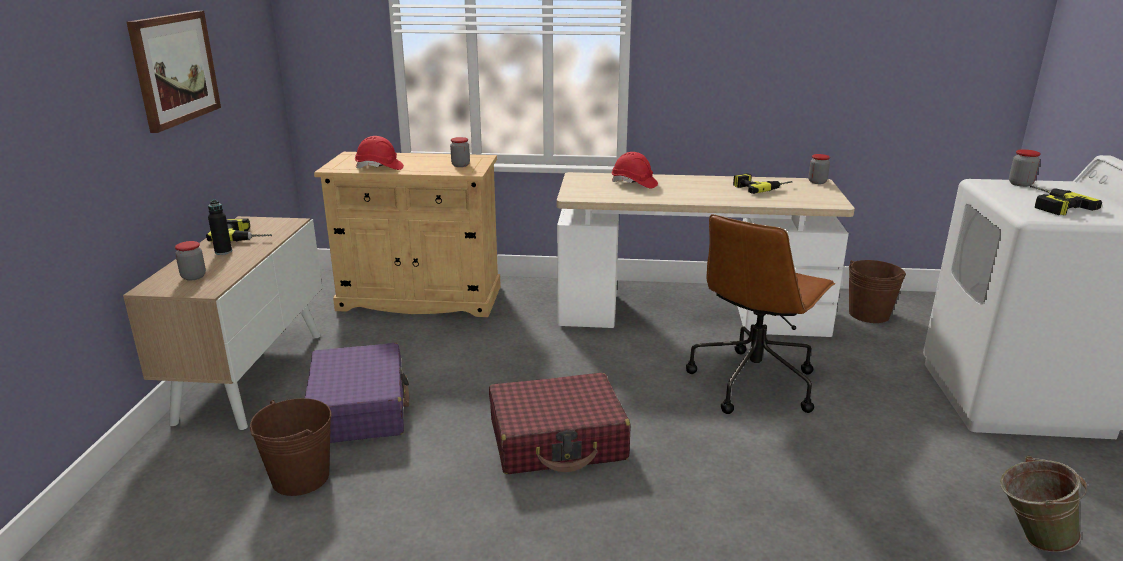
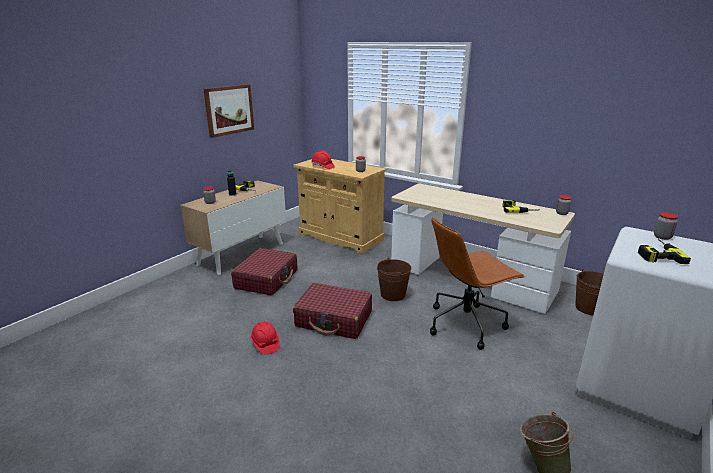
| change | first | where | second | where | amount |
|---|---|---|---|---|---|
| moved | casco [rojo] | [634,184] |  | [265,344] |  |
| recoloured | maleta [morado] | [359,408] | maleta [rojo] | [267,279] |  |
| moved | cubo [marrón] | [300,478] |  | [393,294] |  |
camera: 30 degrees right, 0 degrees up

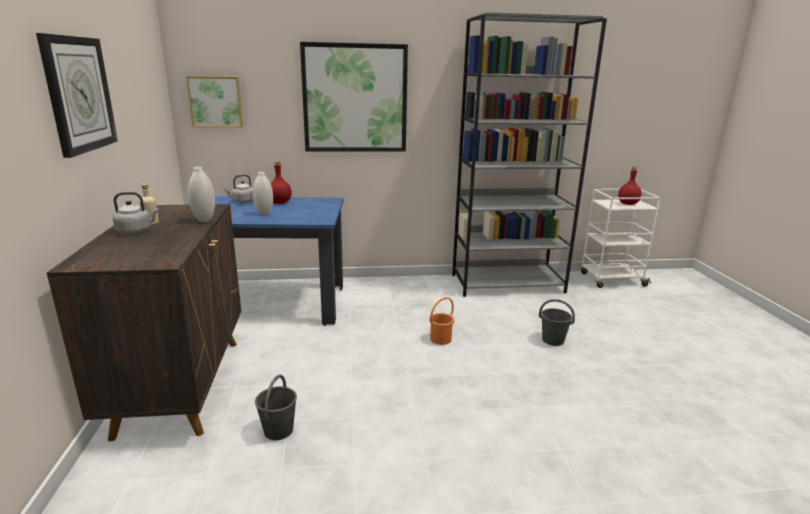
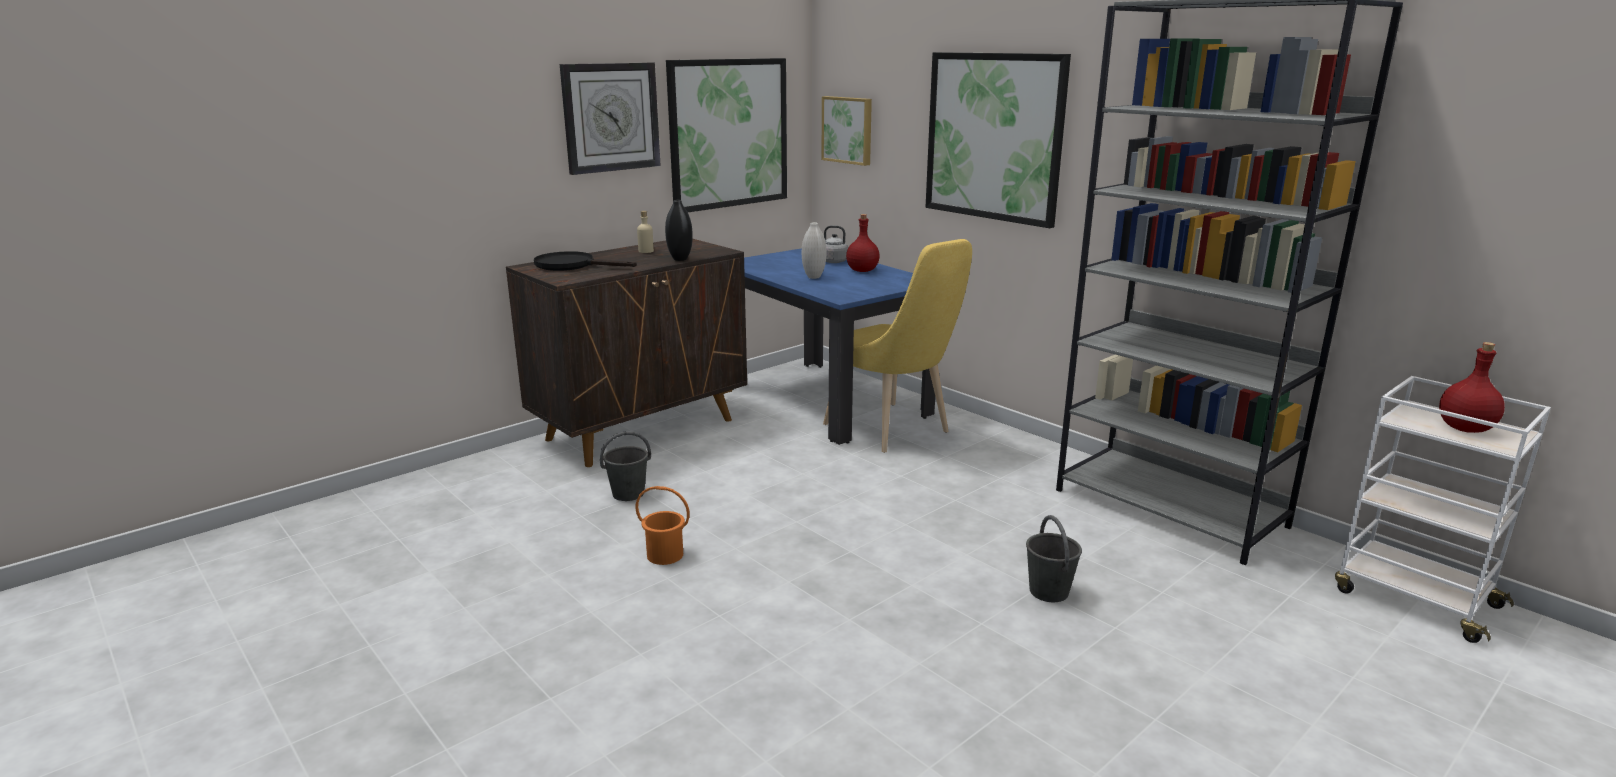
| change | first | where | second | where | amount |
|---|---|---|---|---|---|
| recoloured | florero [blanco] | [204,220] | florero [negro] | [680,259] |  |
| removed | hervidor [gris] | [136,231] |  |  |  |
| moved | cubo [naranja] | [440,339] |  | [665,555] |  |
| added |  |  | cuadro | [728,134] |  |
| added |  |  | silla [amarillo] | [892,431] |  |
| added |  |  | sartén [negro] | [572,265] |  |
camera: 55 degrees right, 0 degrees up

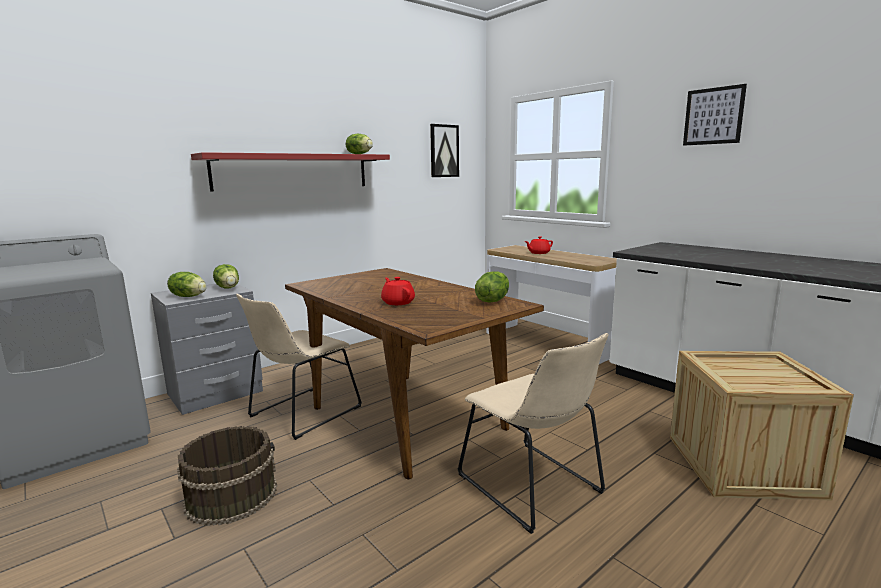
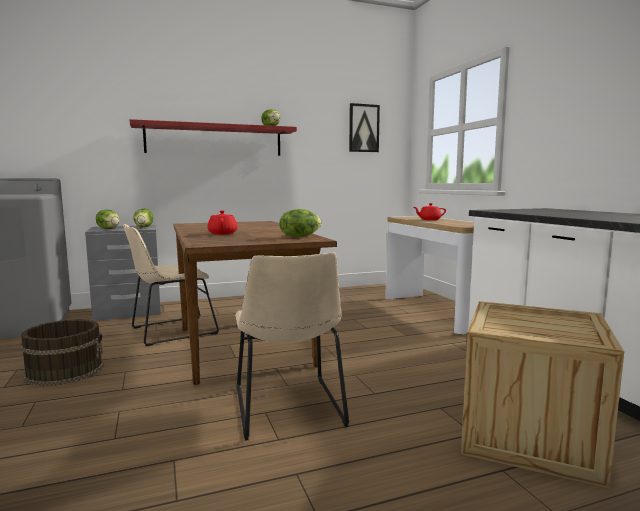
| change | first | where | second | where | amount |
|---|---|---|---|---|---|
| removed | cuadro | [713,116] |  |  |  |
camera: 20 degrees right, 5 degrees down

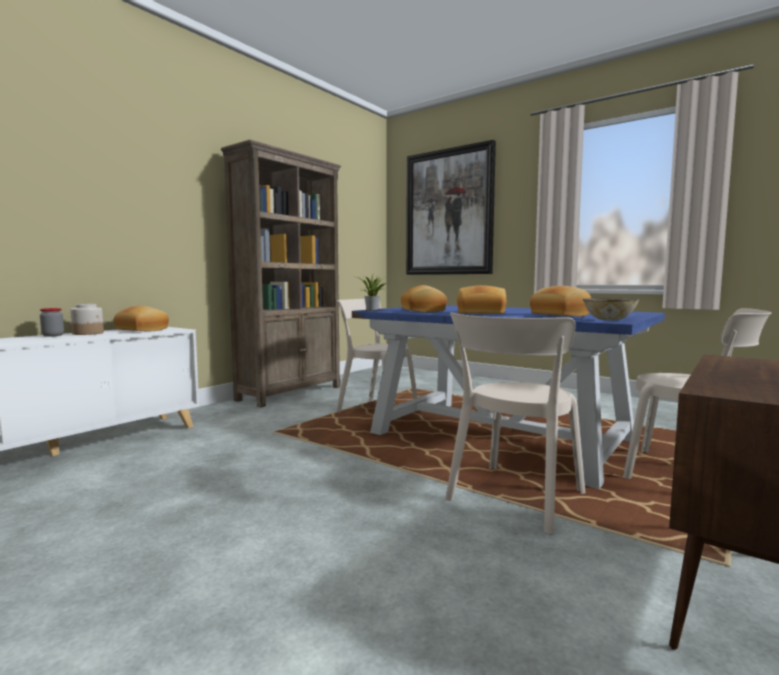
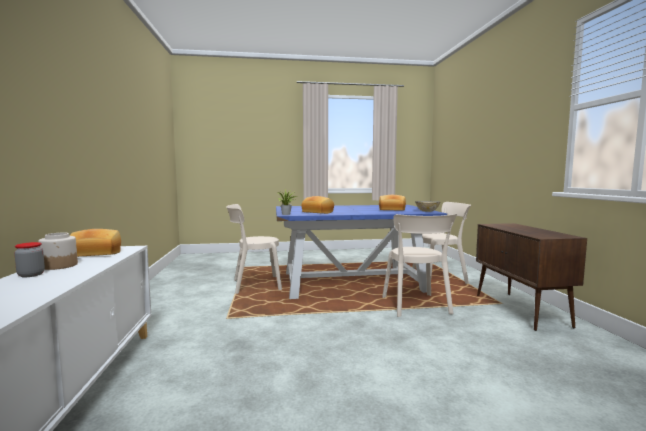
| change | first | where | second | where | amount |
|---|---|---|---|---|---|
| removed | estantería [marrón] | [291,393] |  |  |  |
| removed | cuadro | [449,212] |  |  |  |
| removed | pan | [481,313] |  |  |  |
camera: 45 degrees left, 0 degrees up

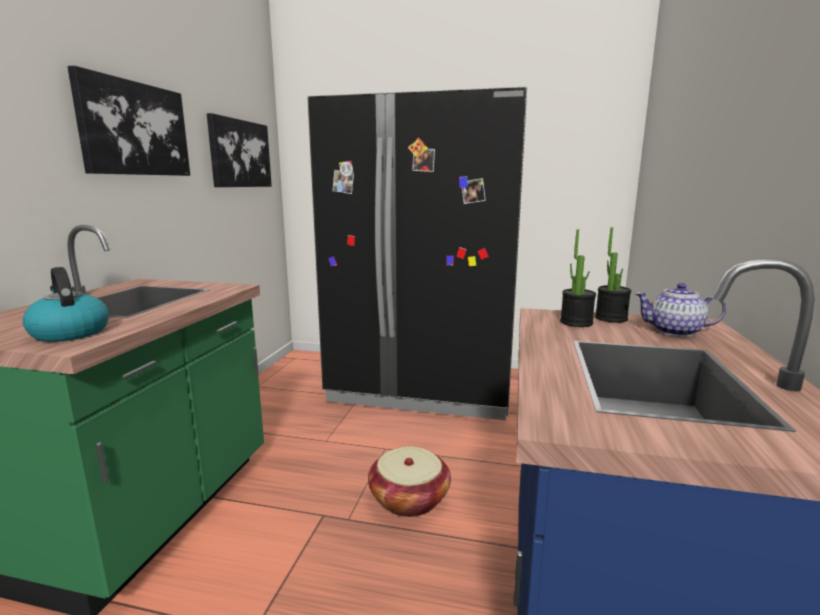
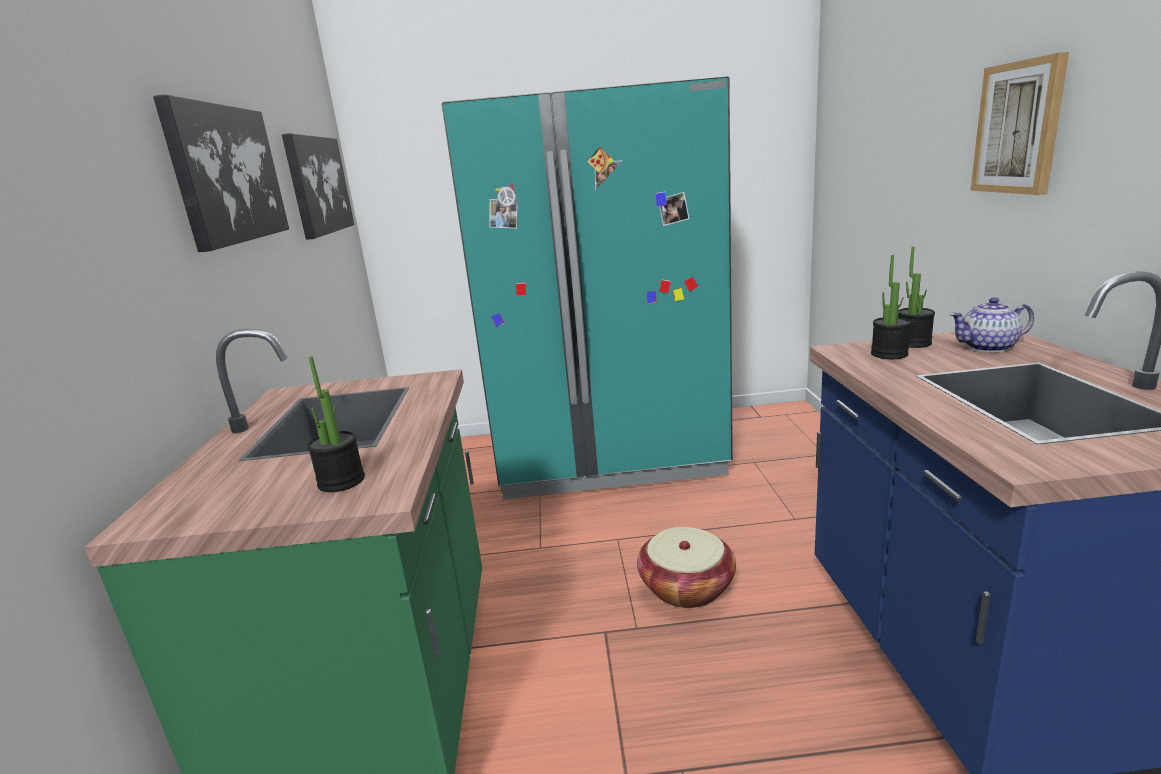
| change | first | where | second | where | amount |
|---|---|---|---|---|---|
| recoloured | nevera [negro] | [425,385] | nevera [turquesa] | [608,454] |  |
| replaced | hervidor | [69,333] | planta en maceta | [341,481] |  |
| added |  |  | cuadro | [1019,128] |  |
camera: 15 degrees left, 5 degrees up

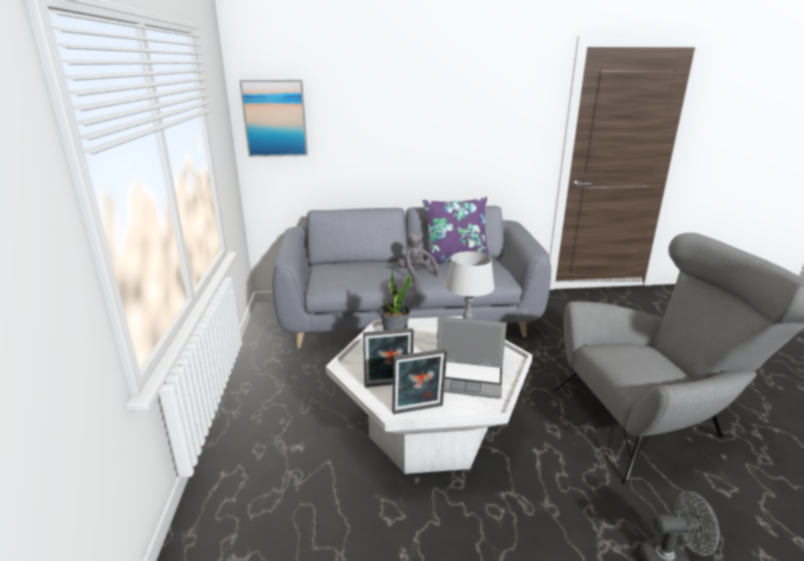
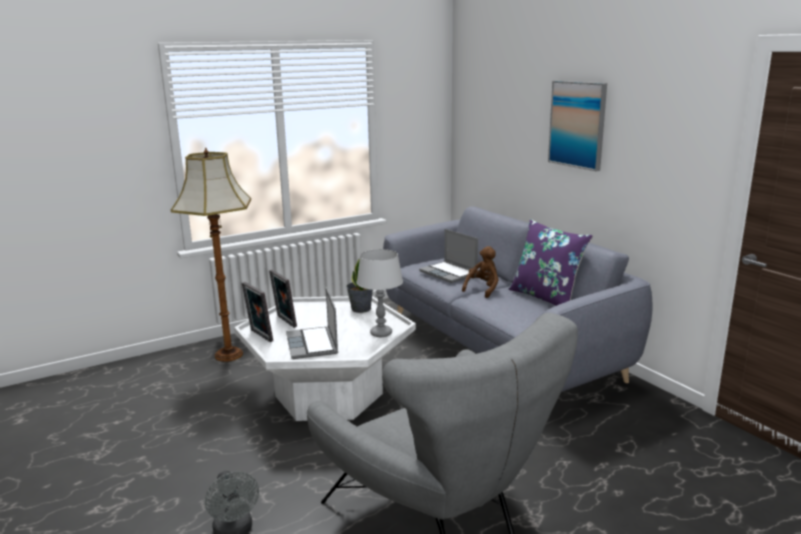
| change | first | where | second | where | amount |
|---|---|---|---|---|---|
| moved | cuadro | [275,118] |  | [577,124] |  |
| recoloured | peluche [gris] | [416,273] | peluche [marrón] | [483,289] |  |
| added |  |  | lámpara de pie | [229,354] |  |
| added |  |  | portátil | [449,273] |  |
camera: 65 degrees right, 5 degrees down

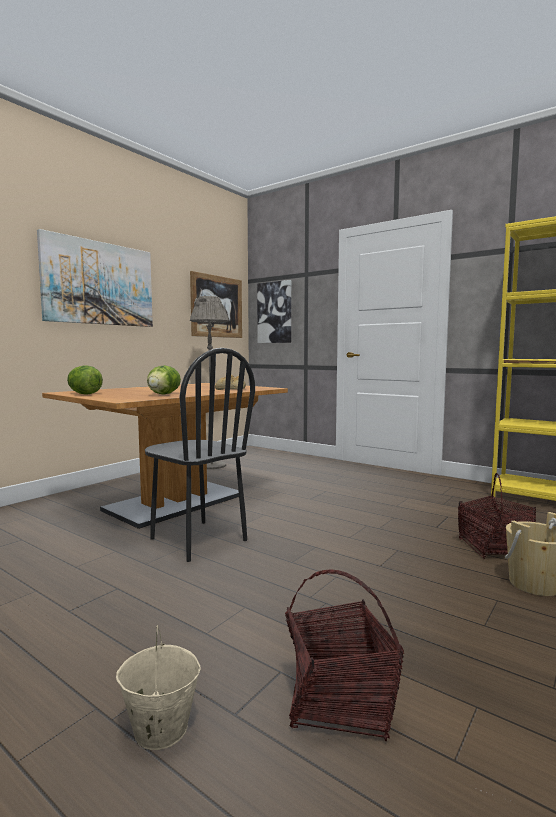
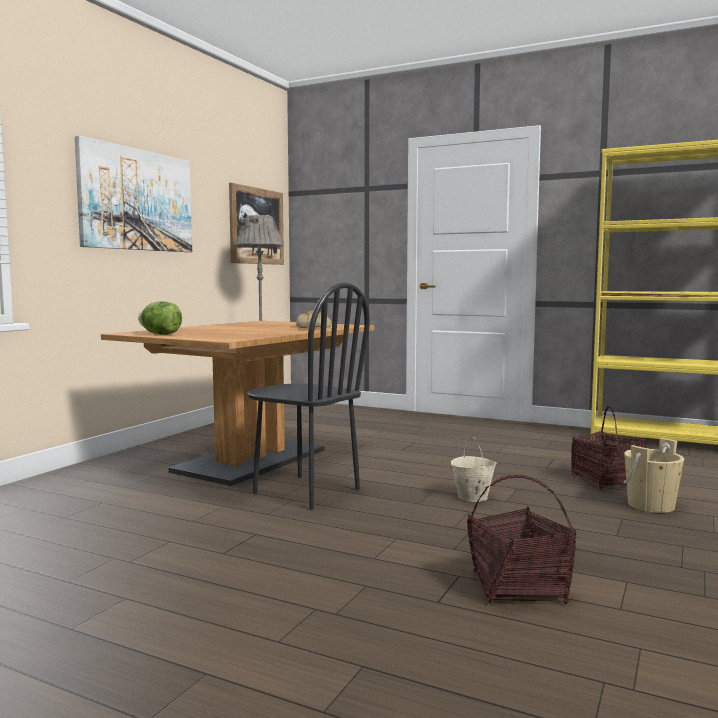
| change | first | where | second | where | amount |
|---|---|---|---|---|---|
| removed | cuadro | [275,312] |  |  |  |
| removed | lechuga | [163,394] |  |  |  |
| moved | cubo [beis] | [160,729] |  | [472,497] |  |
camera: 10 degrees left, 0 degrees up

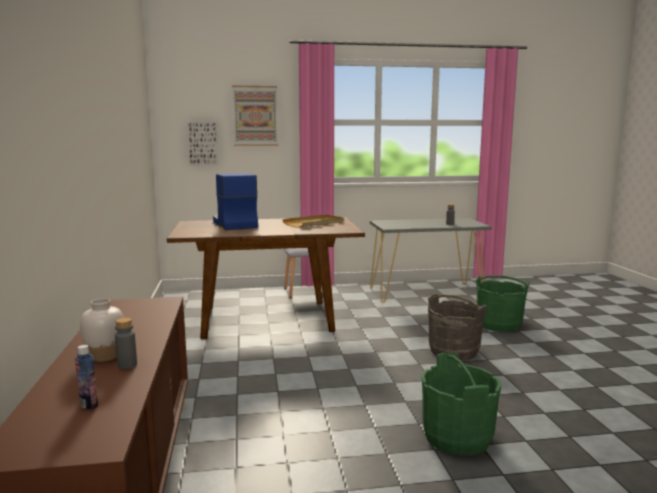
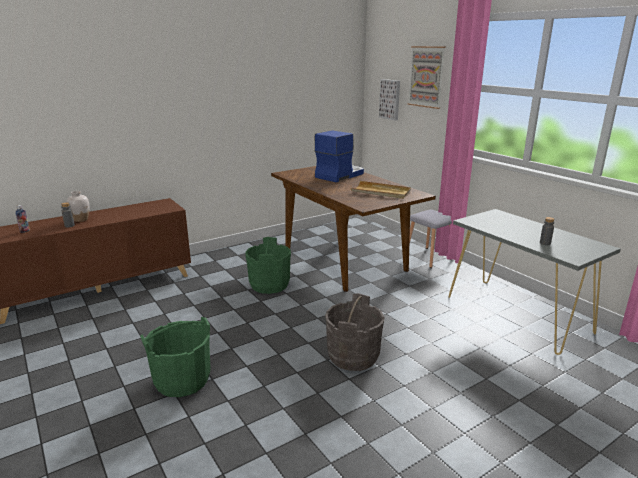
| change | first | where | second | where | amount |
|---|---|---|---|---|---|
| moved | cubo [verde] | [499,325] |  | [269,285] |  |
camera: 65 degrees right, 10 degrees up

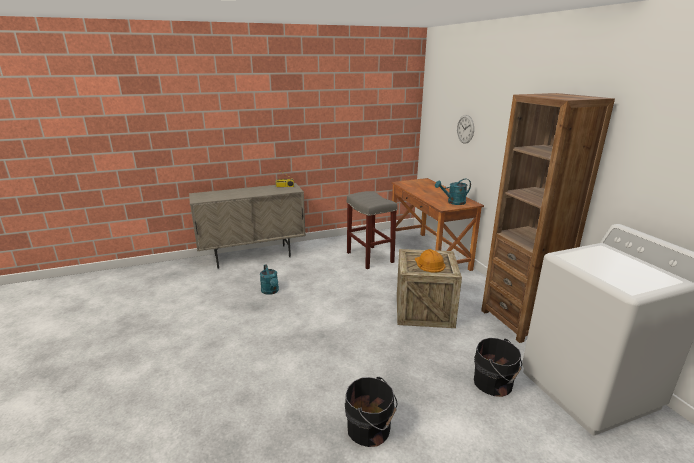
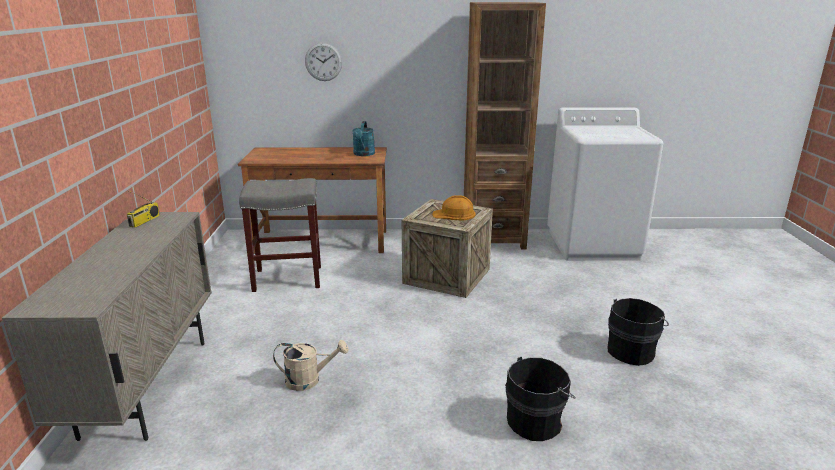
| change | first | where | second | where | amount |
|---|---|---|---|---|---|
| recoloured | regadera [turquesa] | [271,291] | regadera [beis] | [309,380] |  |
| moved | cubo [negro] | [494,383] |  | [536,421] |  |
camera: 70 degrees left, 0 degrees up

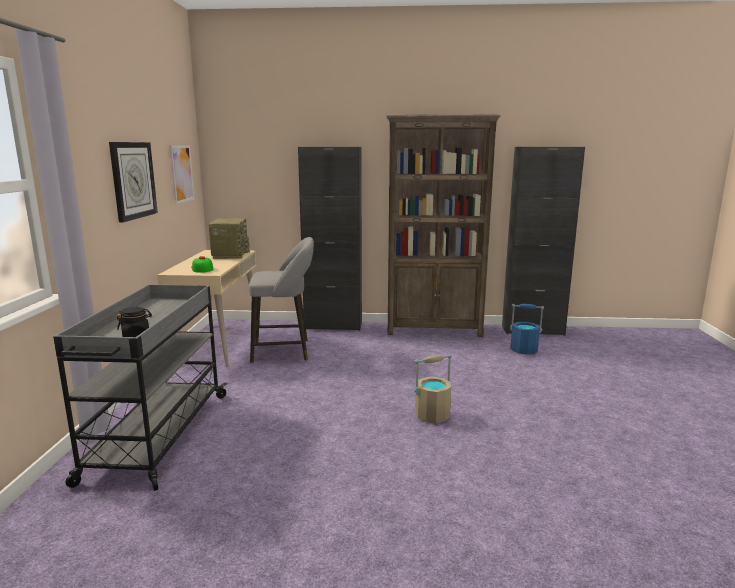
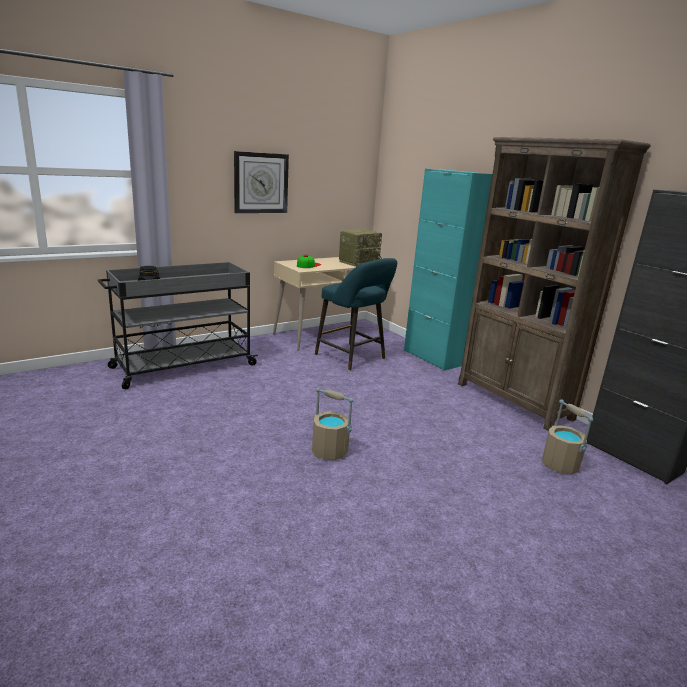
| change | first | where | second | where | amount |
|---|---|---|---|---|---|
| removed | cuadro | [181,173] |  |  |  |
| recoloured | armario [negro] | [333,326] | armario [turquesa] | [432,358] |  |
| recoloured | taburete [gris] | [285,351] | taburete [turquesa] | [352,358] |  |
| recoloured | cubo [azul] | [524,350] | cubo [beis] | [560,465] |  |
camera: 50 degrees right, 5 degrees up

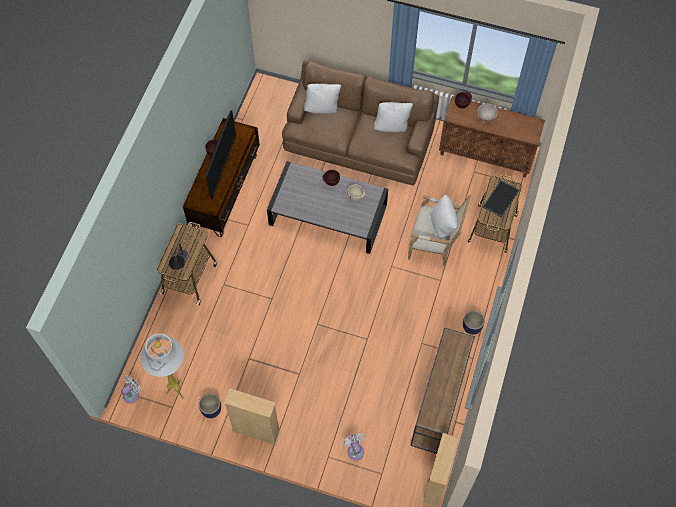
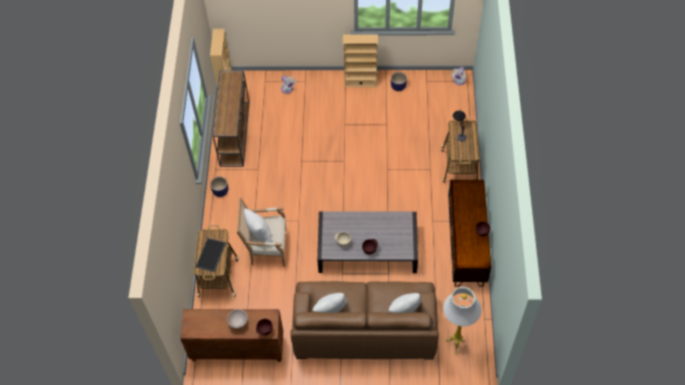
| change | first | where | second | where | amount |
|---|---|---|---|---|---|
| removed | televisor | [222,168] |  |  |  |
| moved | lámpara de pie [blanco] | [177,391] |  | [454,345] |  |
camera: 165 degrees right, 5 degrees down

